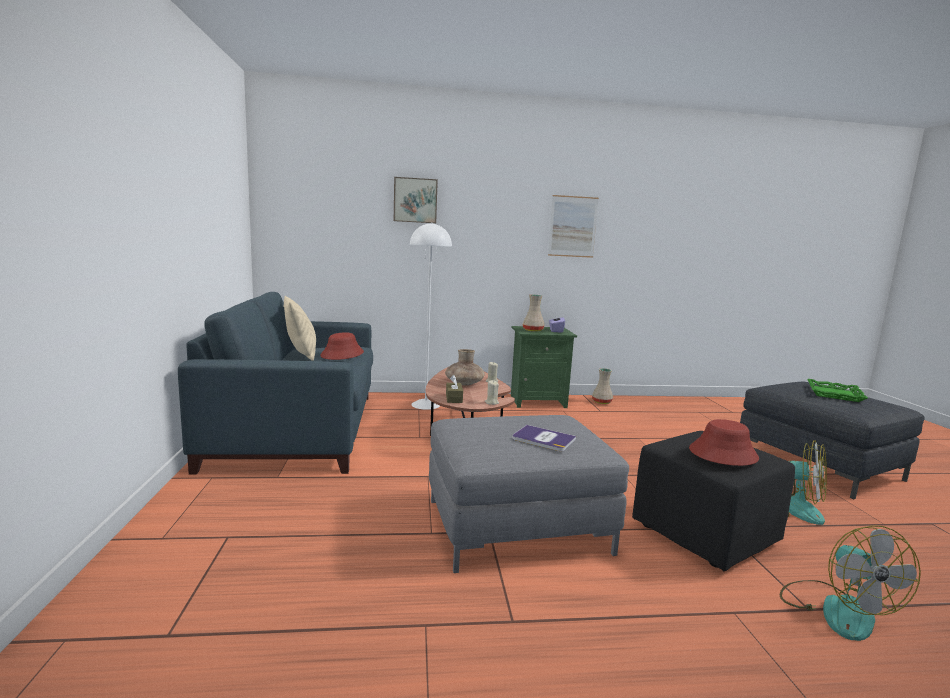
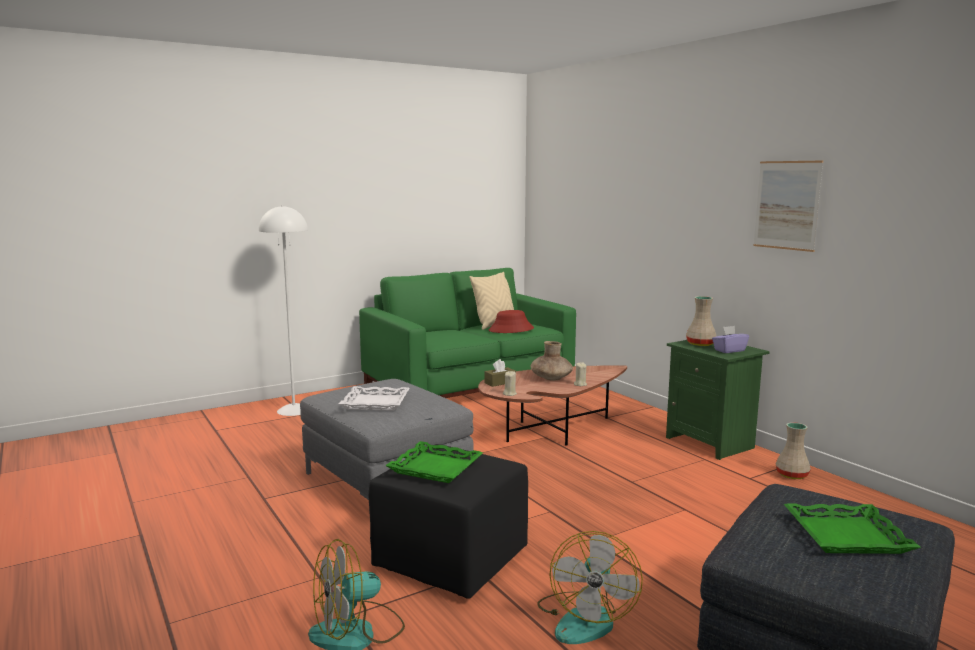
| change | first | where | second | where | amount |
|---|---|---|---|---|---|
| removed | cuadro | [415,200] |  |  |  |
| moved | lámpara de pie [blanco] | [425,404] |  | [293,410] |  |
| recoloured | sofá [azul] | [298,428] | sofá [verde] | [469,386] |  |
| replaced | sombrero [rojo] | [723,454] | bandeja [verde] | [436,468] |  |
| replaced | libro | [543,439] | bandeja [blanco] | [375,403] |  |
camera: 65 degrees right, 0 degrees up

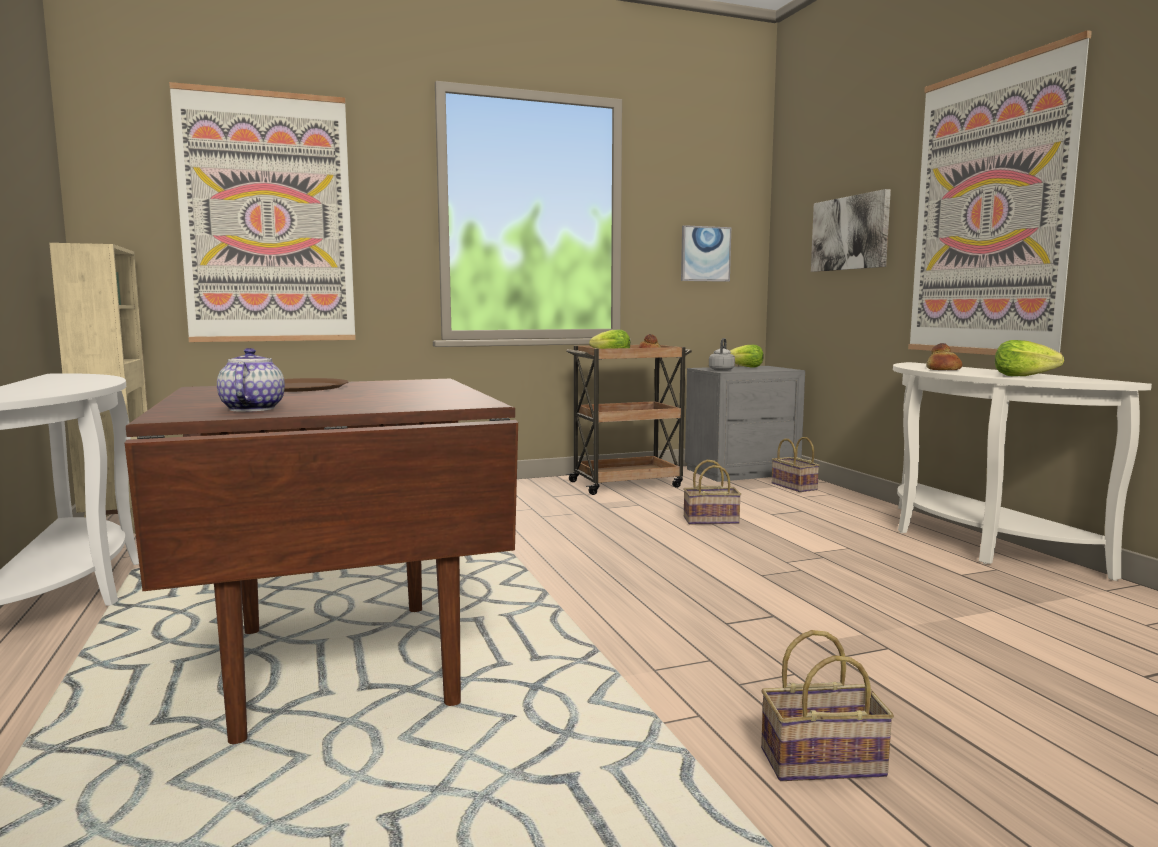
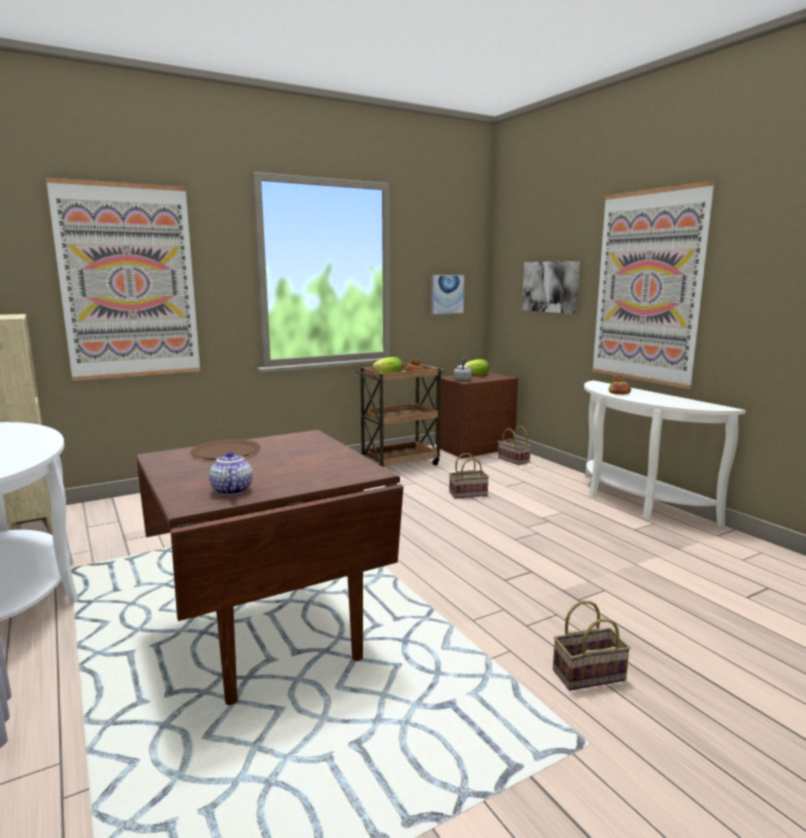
| change | first | where | second | where | amount |
|---|---|---|---|---|---|
| removed | lechuga | [1022,376] |  |  |  |
| recoloured | mesita de noche [gris] | [740,471] | mesita de noche [marrón] | [474,448] |  |
camera: 10 degrees left, 5 degrees up

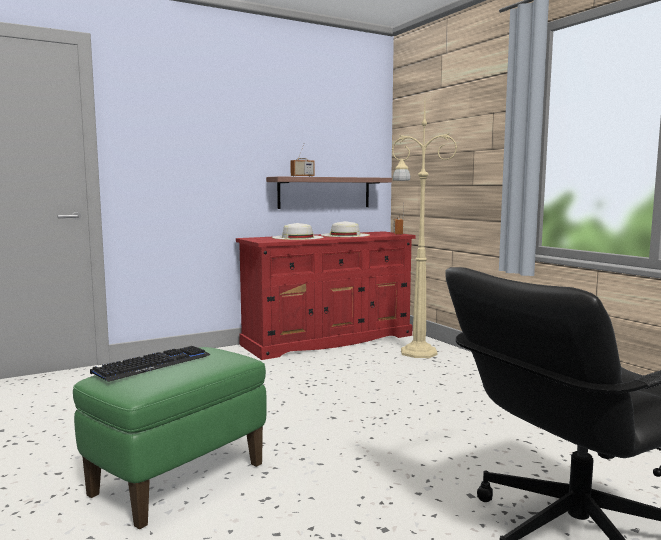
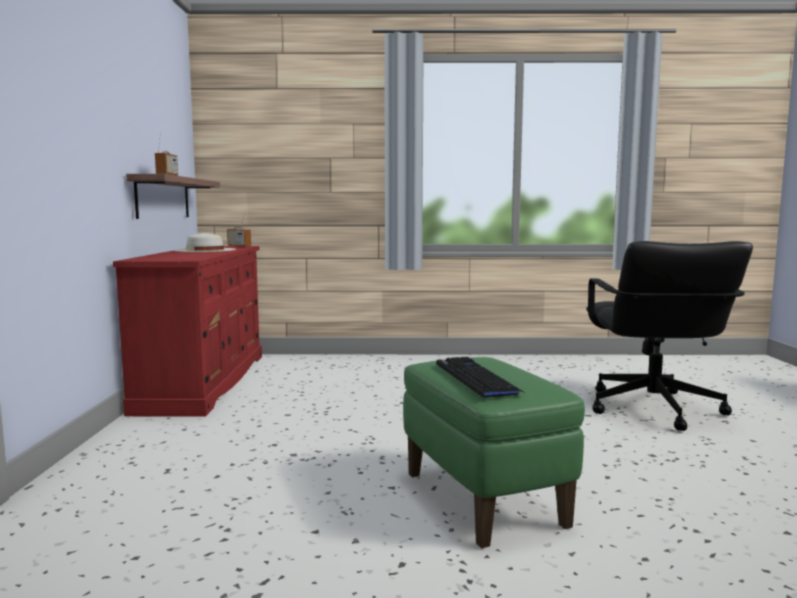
| change | first | where | second | where | amount |
|---|---|---|---|---|---|
| removed | lámpara de pie [beis] | [416,352] |  |  |  |
| removed | sombrero [blanco] | [297,237] |  |  |  |
camera: 60 degrees left, 0 degrees up

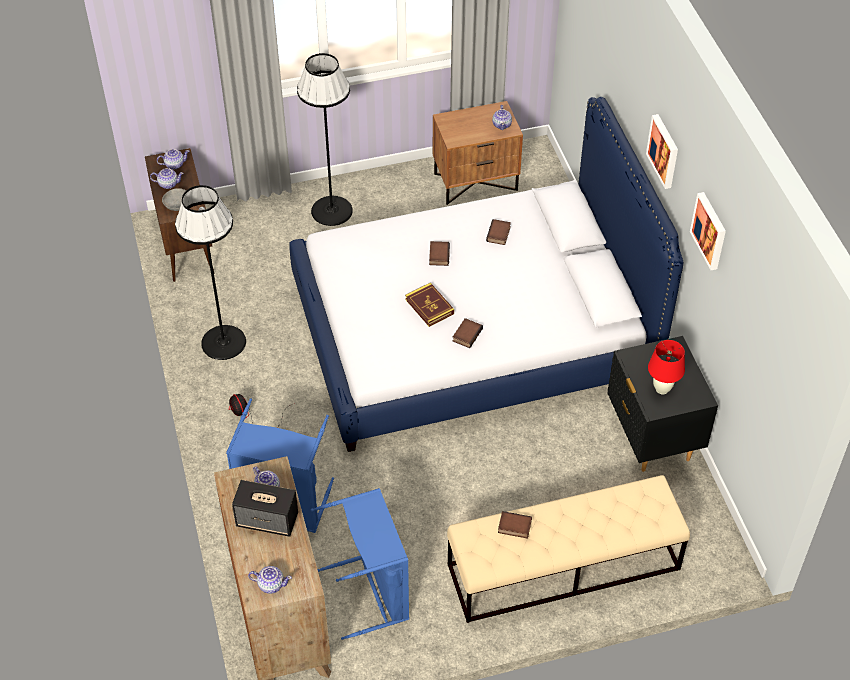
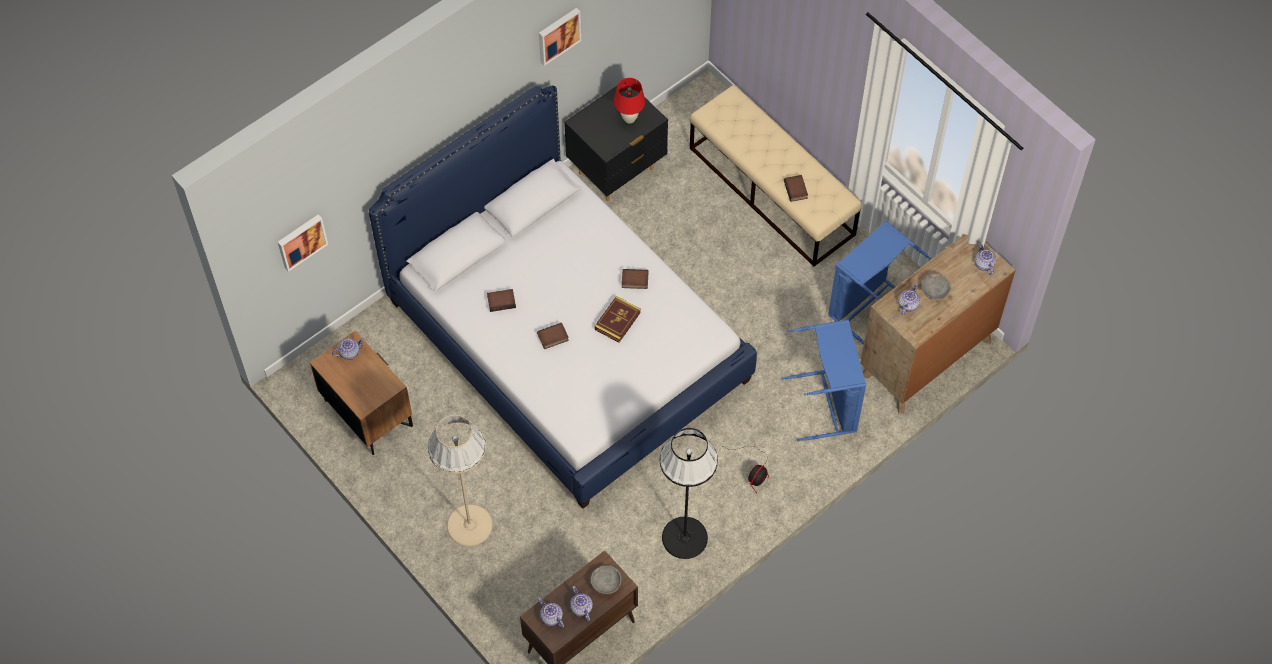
| change | first | where | second | where | amount |
|---|---|---|---|---|---|
| recoloured | lámpara de pie [negro] | [332,211] | lámpara de pie [beis] | [469,525] |  |
| moved | cuadro | [664,151] |  | [301,241] |  |
| replaced | altavoz | [268,520] | cuenco [gris] | [934,291] |  |
camera: 115 degrees left, 10 degrees up

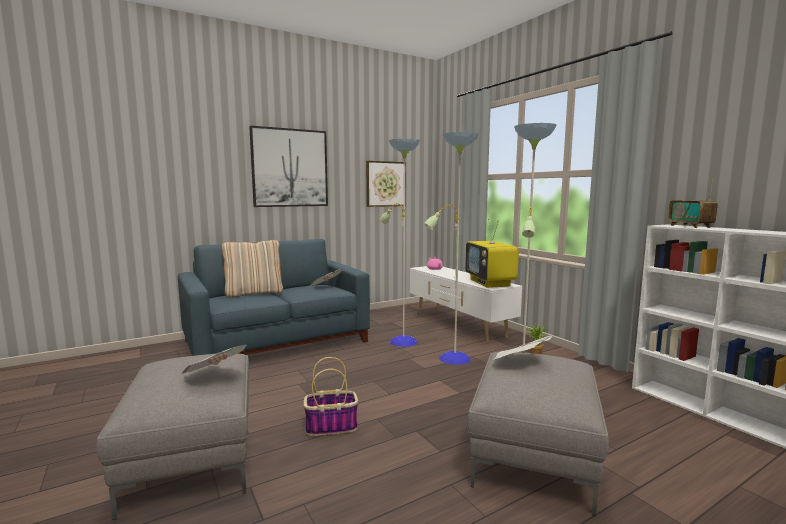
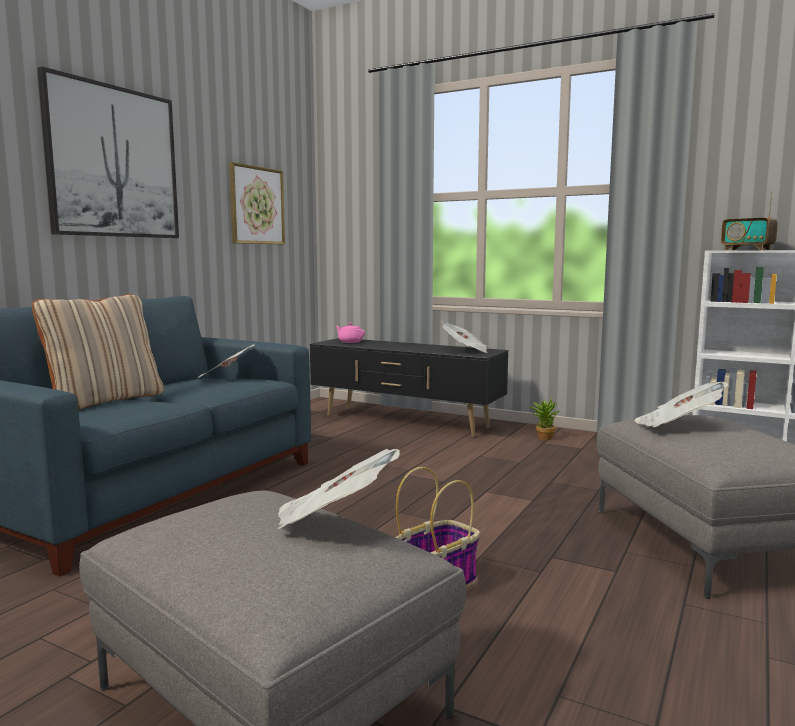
| change | first | where | second | where | amount |
|---|---|---|---|---|---|
| removed | lámpara de pie | [453,359] |  |  |  |
| replaced | televisor | [490,283] | periódico | [465,350] |  |
| recoloured | mueble de televisión [blanco] | [459,324] | mueble de televisión [negro] | [405,422] |  |
camera: 30 degrees left, 0 degrees up

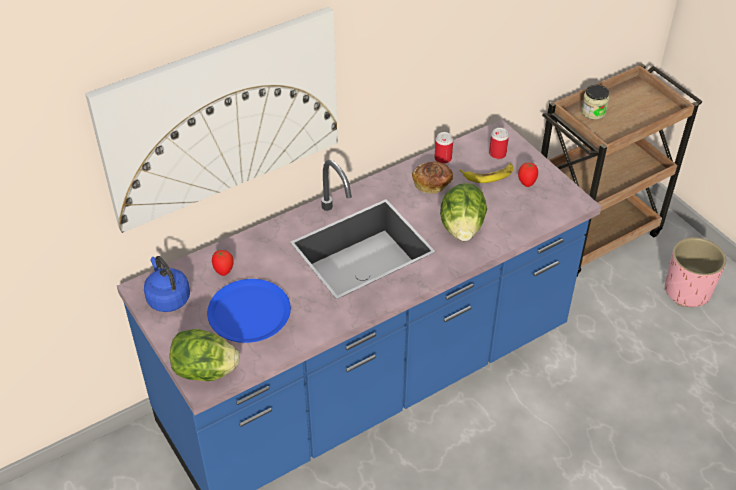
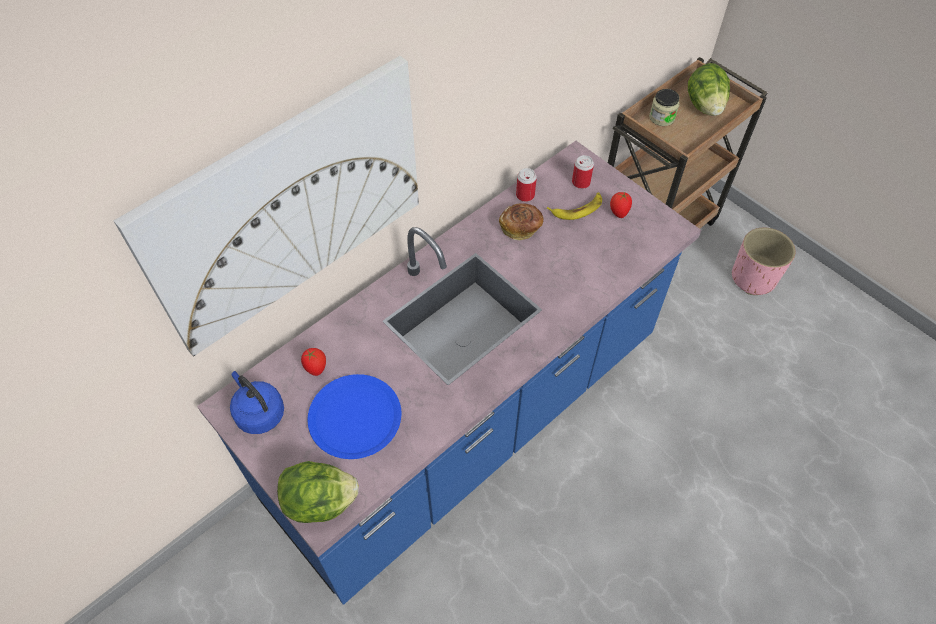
| change | first | where | second | where | amount |
|---|---|---|---|---|---|
| moved | lechuga | [462,228] |  | [704,106] |  |
camera: 10 degrees left, 10 degrees up

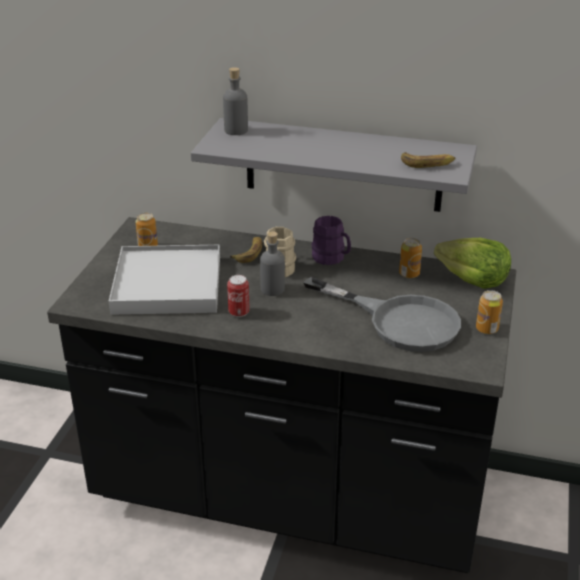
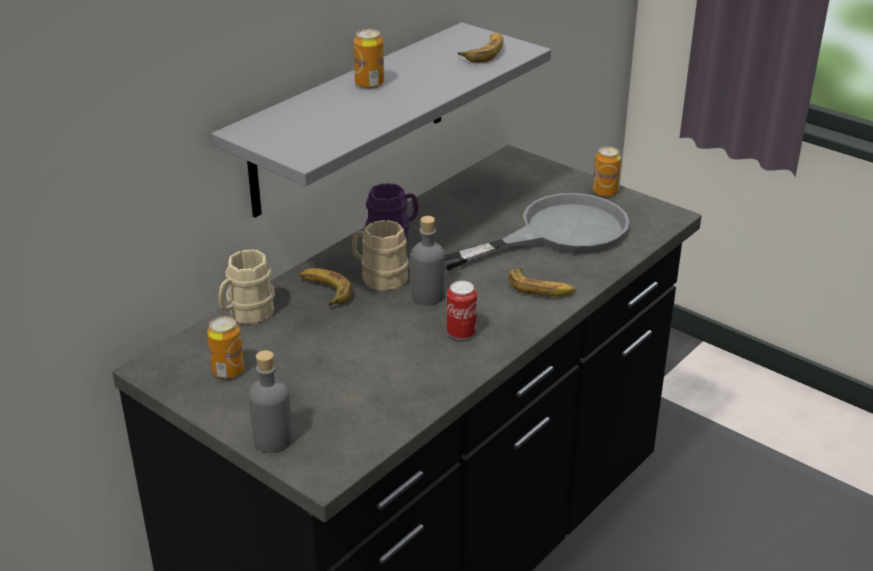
| change | first | where | second | where | amount |
|---|---|---|---|---|---|
| moved | botella [gris] | [236,130] |  | [273,439] |  |
| moved | lata | [409,274] |  | [369,84] |  |
| removed | lechuga | [473,280] |  |  |  |
| removed | bandeja [blanco] | [167,284] |  |  |  |
| added |  |  | taza grande [beis] | [246,314] |  |
| added |  |  | plátano | [541,289] |  |
camera: 65 degrees left, 0 degrees up

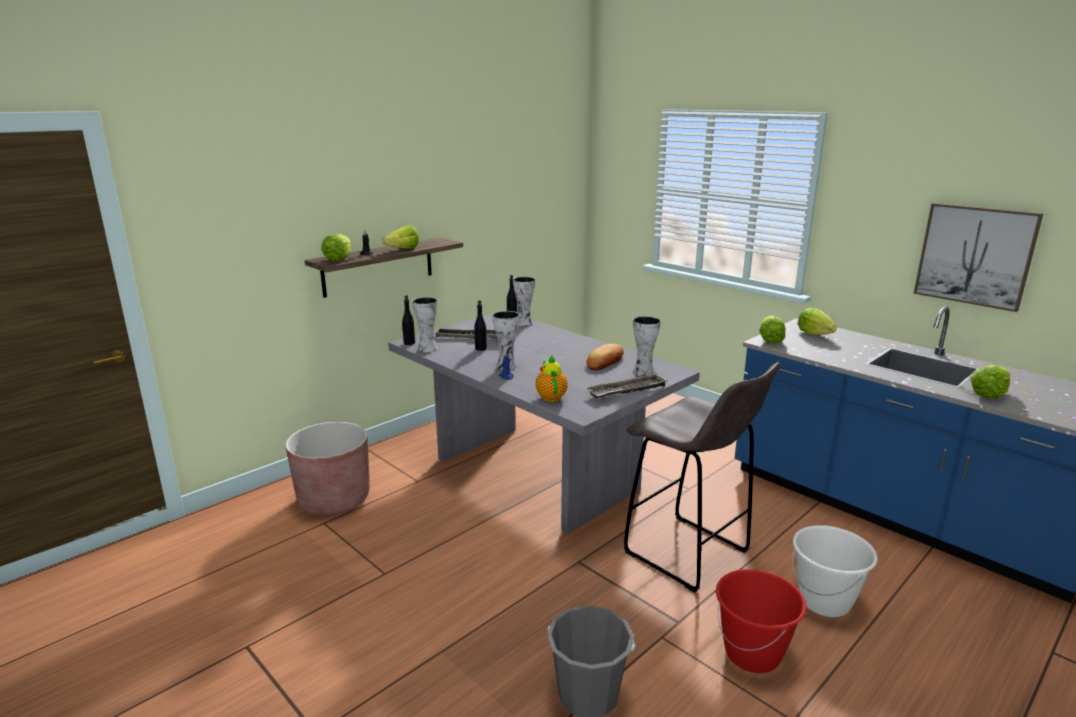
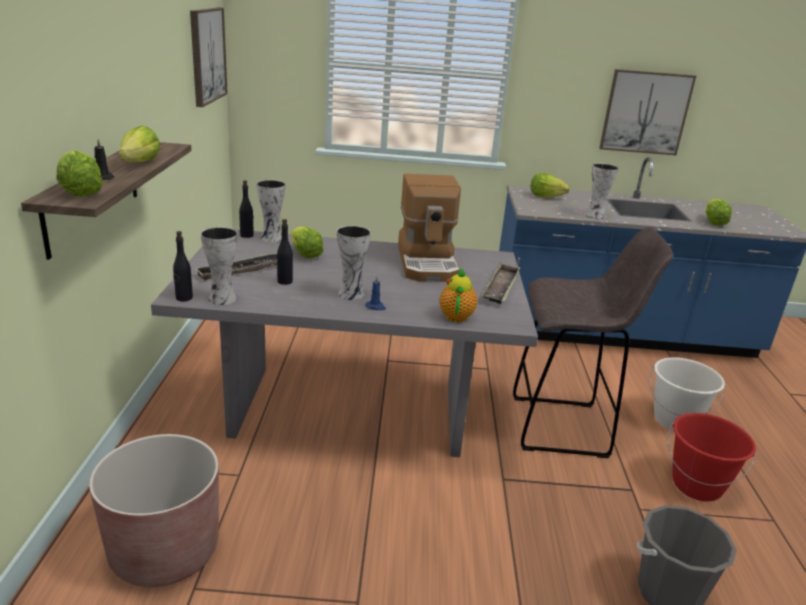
| change | first | where | second | where | amount |
|---|---|---|---|---|---|
| moved | florero | [642,372] |  | [594,216] |  |
| moved | lechuga | [770,340] |  | [305,254] |  |
| replaced | pan | [605,361] | cafetera | [428,262] |  |
| turned | tetera | [551,396] |  | [456,315] | 60 degrees clockwise |
| added |  |  | cuadro | [207,55] |  |
camera: 45 degrees left, 5 degrees up

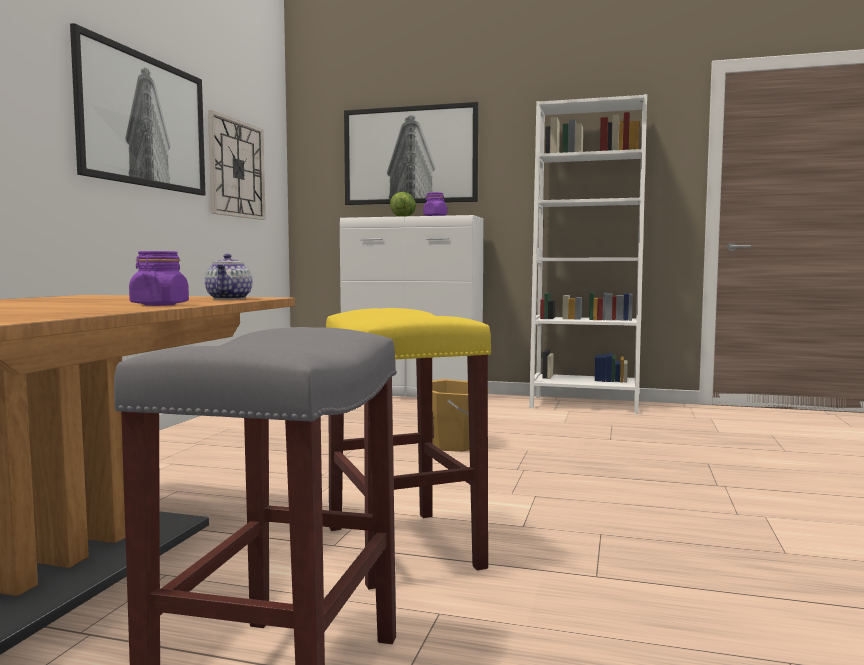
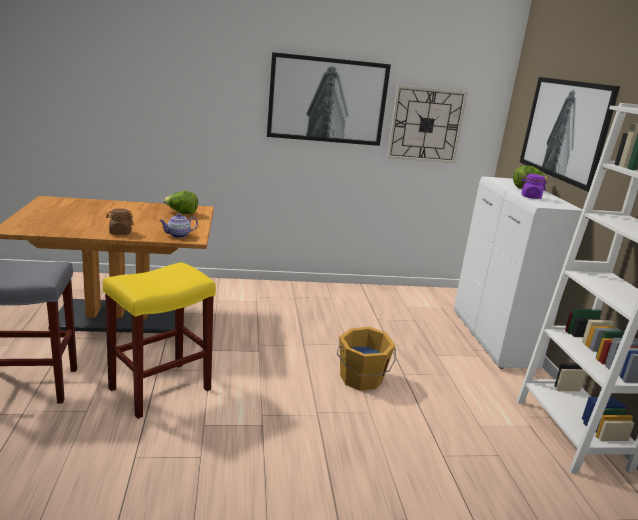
| change | first | where | second | where | amount |
|---|---|---|---|---|---|
| recoloured | tarro [morado] | [159,304] | tarro [marrón] | [120,232] |  |
| added |  |  | lechuga | [181,213] |  |
camera: 65 degrees right, 15 degrees up

